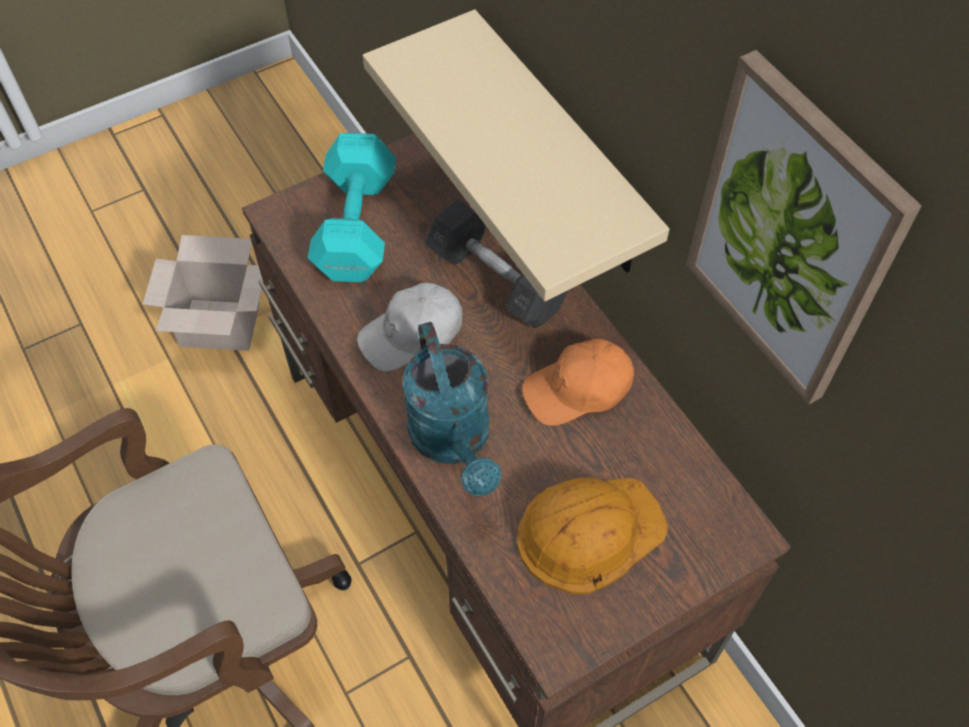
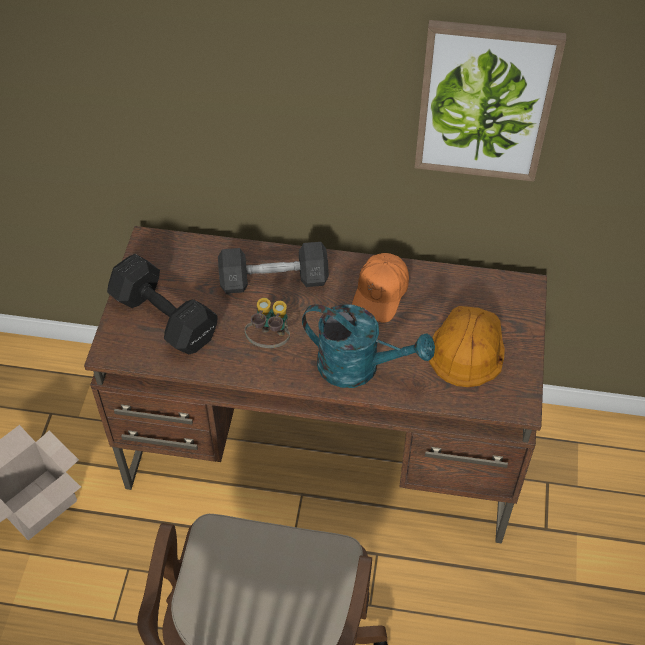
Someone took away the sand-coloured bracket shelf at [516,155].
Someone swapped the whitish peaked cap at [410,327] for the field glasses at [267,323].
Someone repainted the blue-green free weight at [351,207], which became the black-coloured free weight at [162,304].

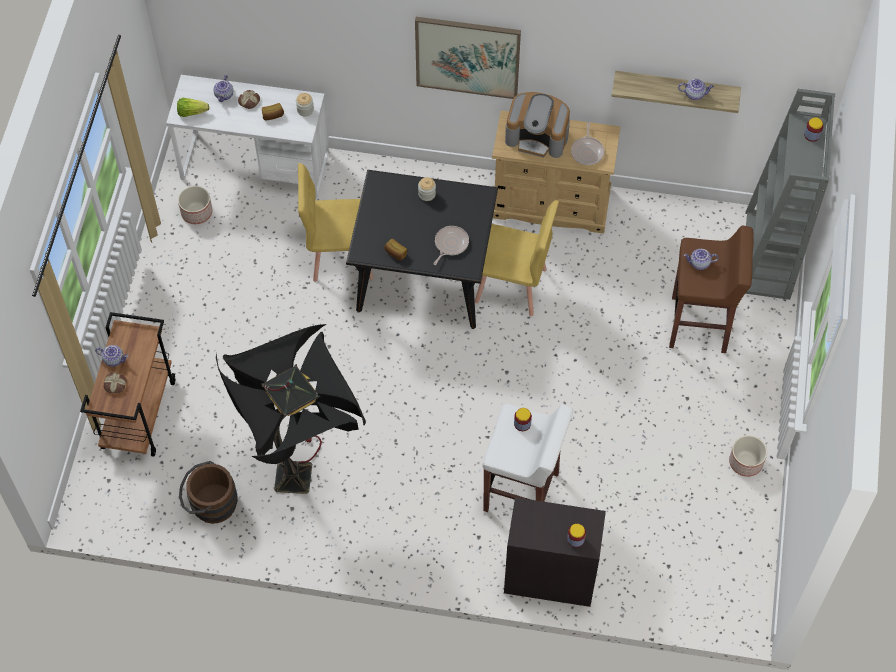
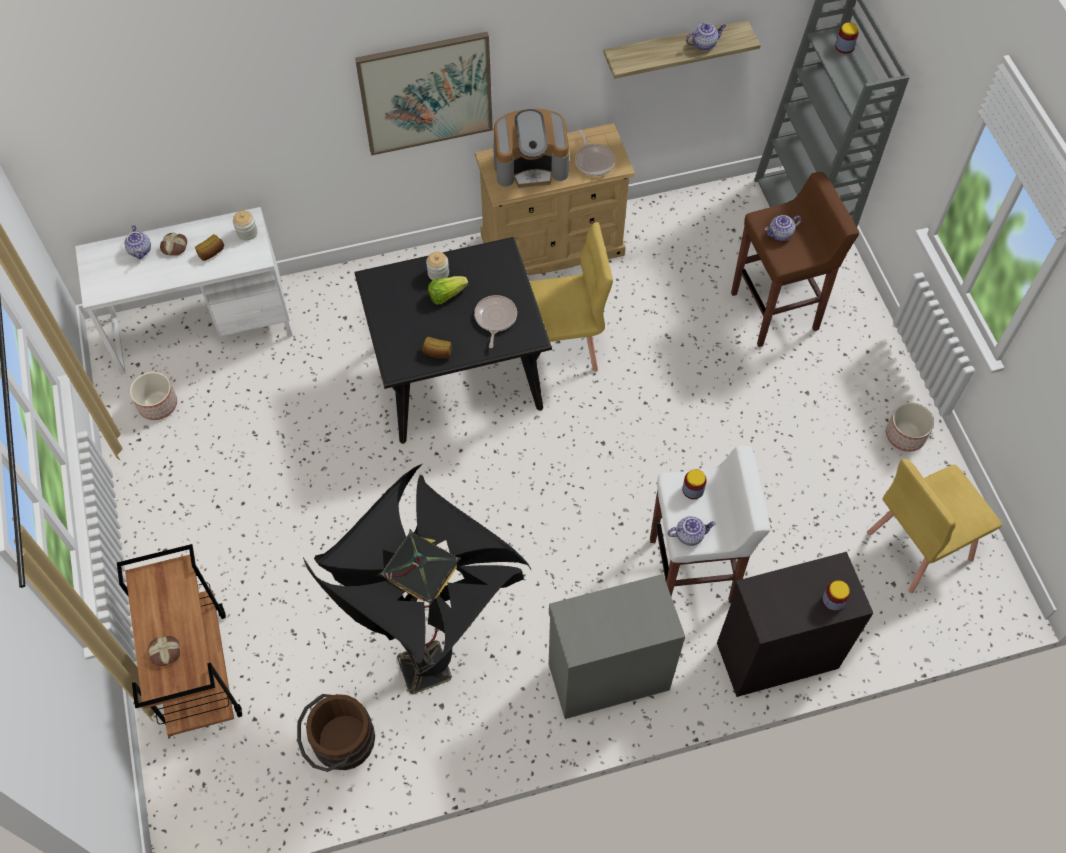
Someone put down the grey cupboard at [617,646].
Someone carried the teapot from [112,356] to [691,531].
Someone carried the head of lettuce from [193,107] to [448,290].
Someone carried the yellowish chair from [335,222] to [934,526].

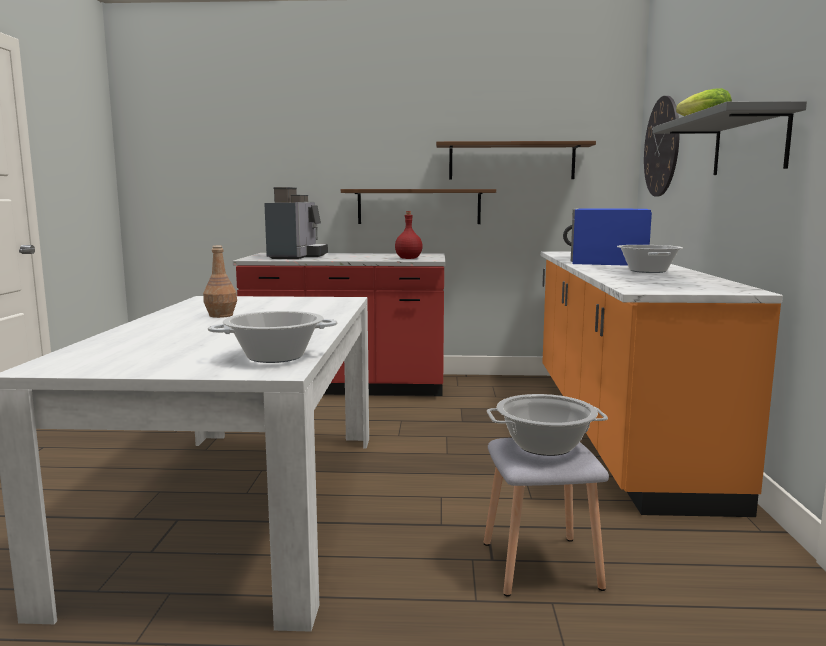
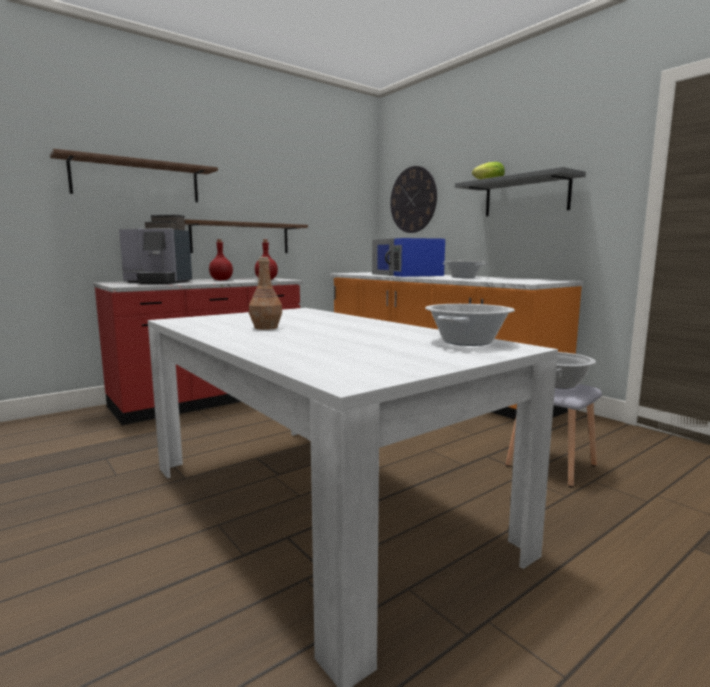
Someone put down the red beverage bottle at [221,259].
Someone carried the brown-coloured bracket shelf from [516,160] to [134,175].
Someone rotated the coffee brewer at [296,223] by 135 degrees clockwise.

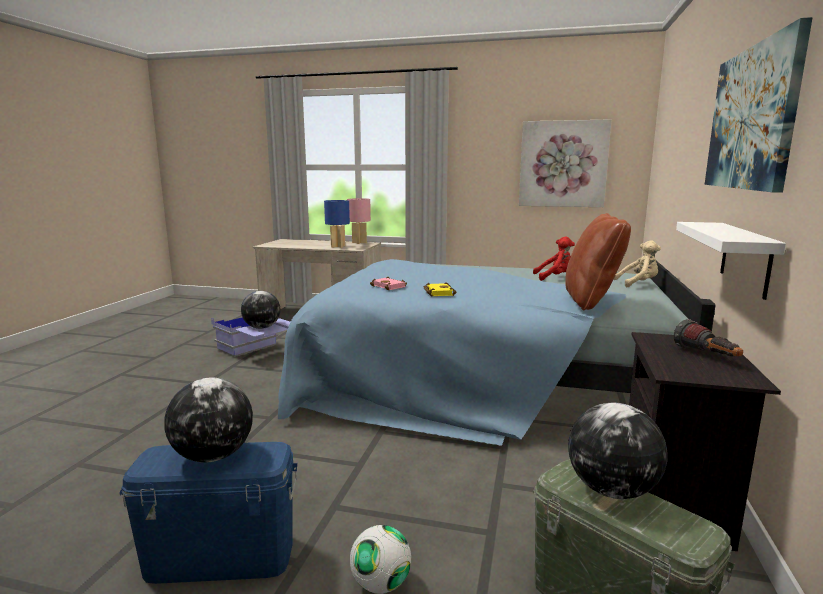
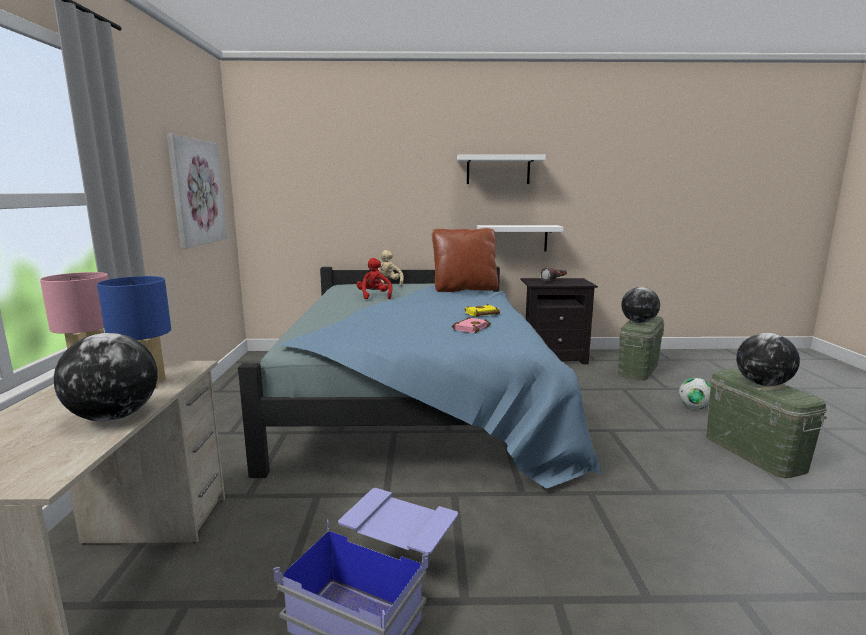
Someone carried the world globe from [261,310] to [106,377].
Someone swapped the picture at [759,104] for the whitish bracket shelf at [501,169].
Someone repainted the blue storage container at [208,513], which became the greenish storage container at [766,423].

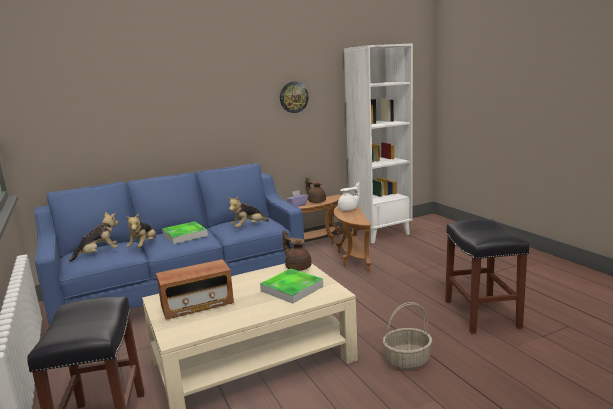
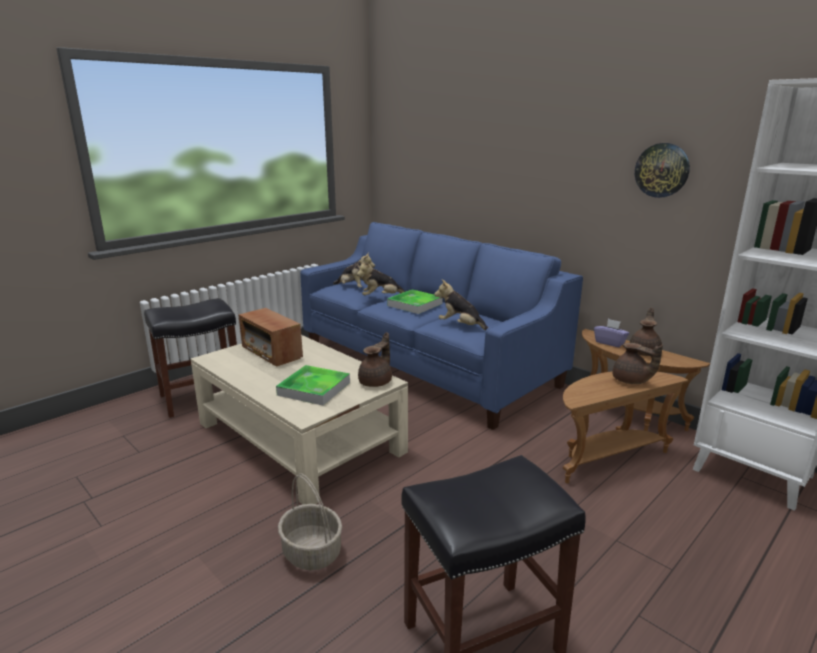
Someone repainted the whitish teapot at [349,196], which became the brown-coloured teapot at [638,363].

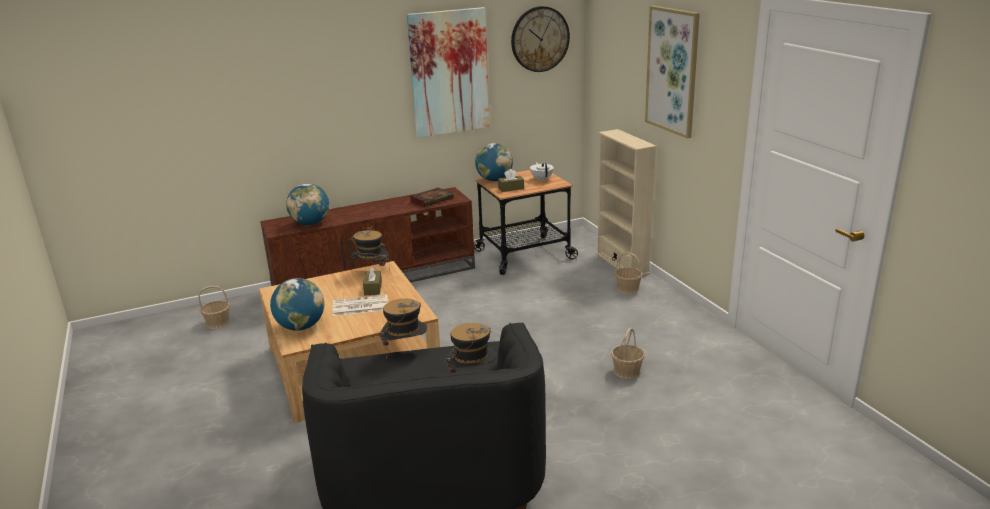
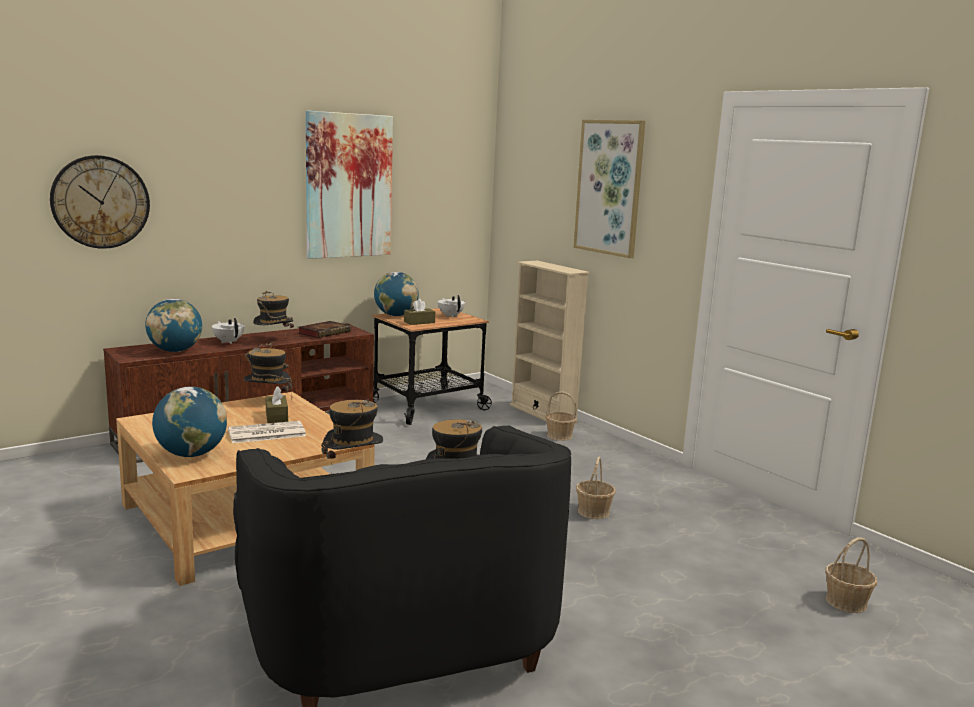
Someone put down the whitish teapot at [228,331].
Someone put down the clothing hat at [273,314].
Someone carried the household basket from [214,307] to [851,575].
Someone carried the hanging clock from [540,39] to [100,202].

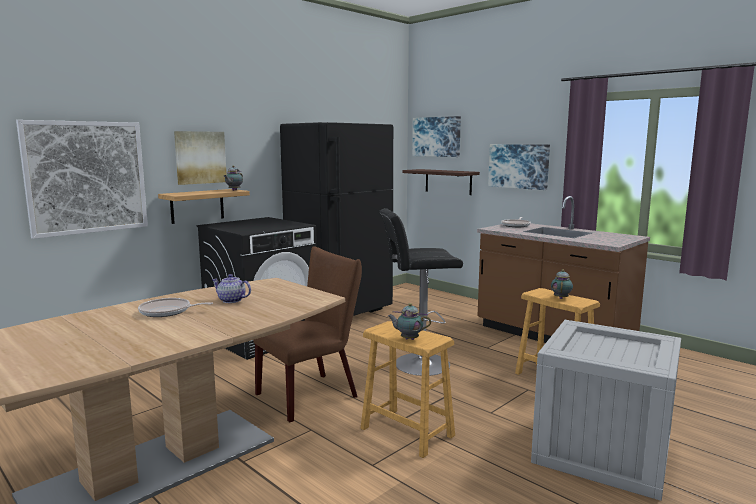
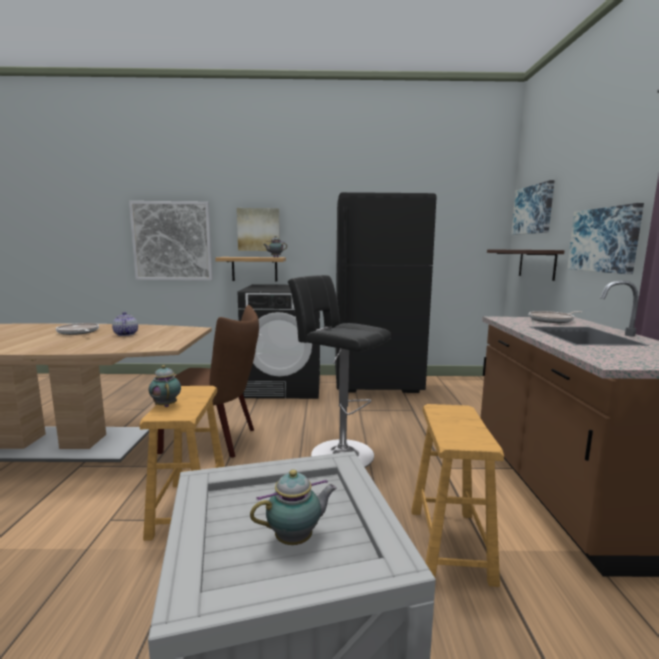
Someone carried the teapot from [562,284] to [293,507].

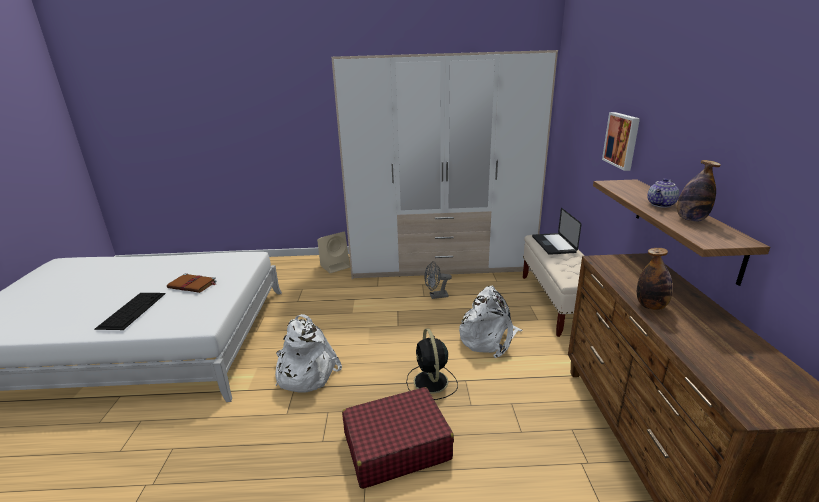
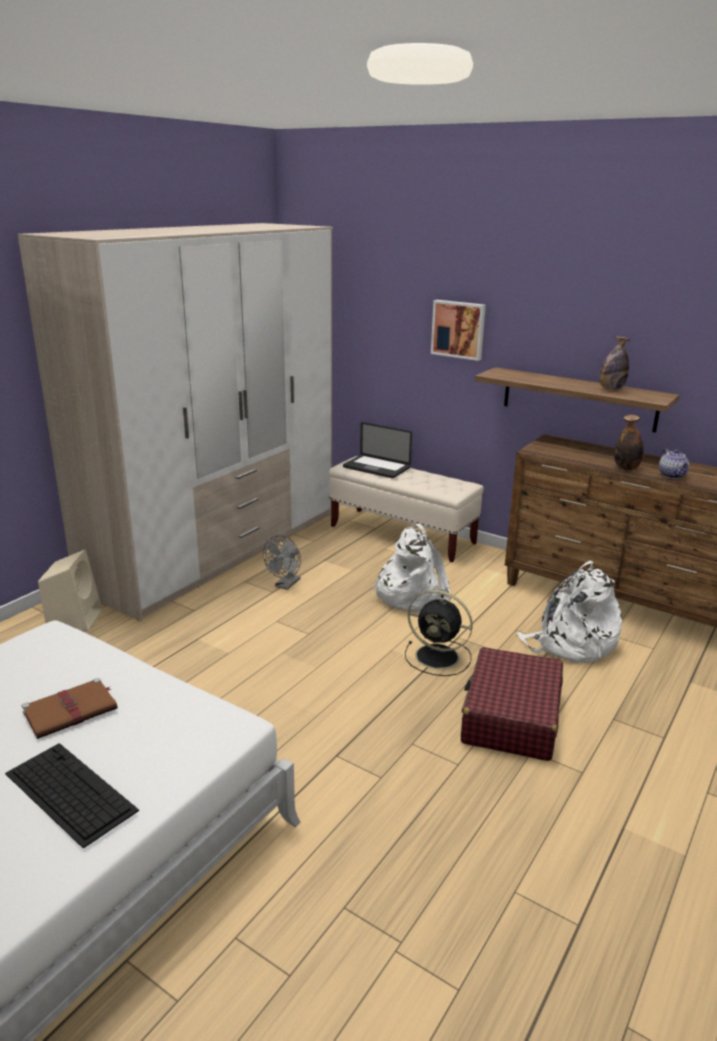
Someone carried the whitish knapsack from [308,353] to [569,611].
Someone carried the teapot from [663,193] to [674,464].

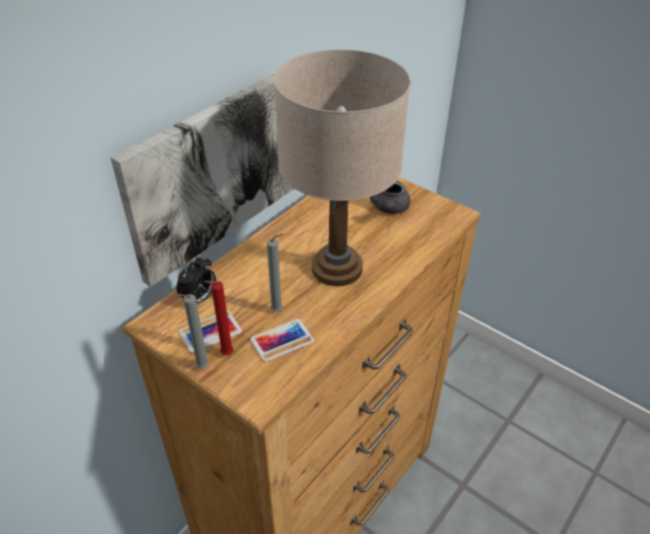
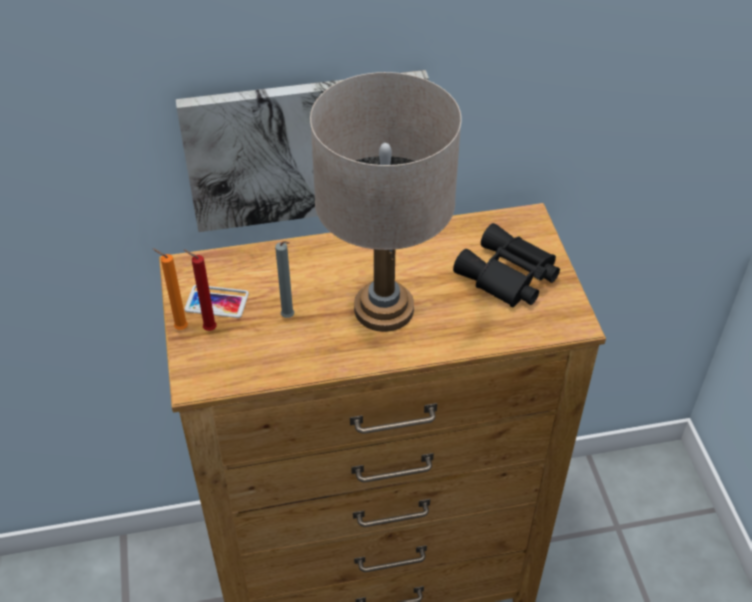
Someone took away the table clock at [196,279].
Someone took away the handset at [282,340].
Someone swapped the grey teapot at [390,197] for the black-coloured field glasses at [506,265].
Someone repainted the grey wax light at [192,331], which became the orange-coloured wax light at [170,289].

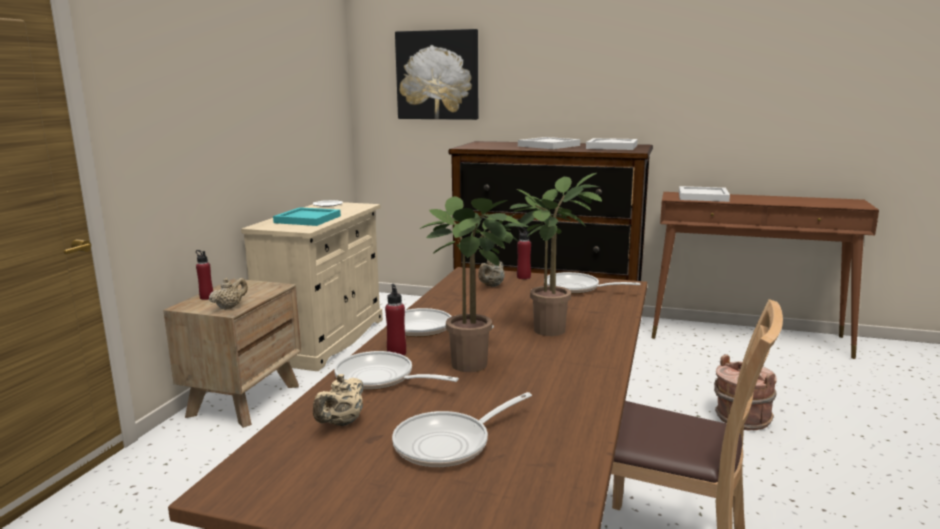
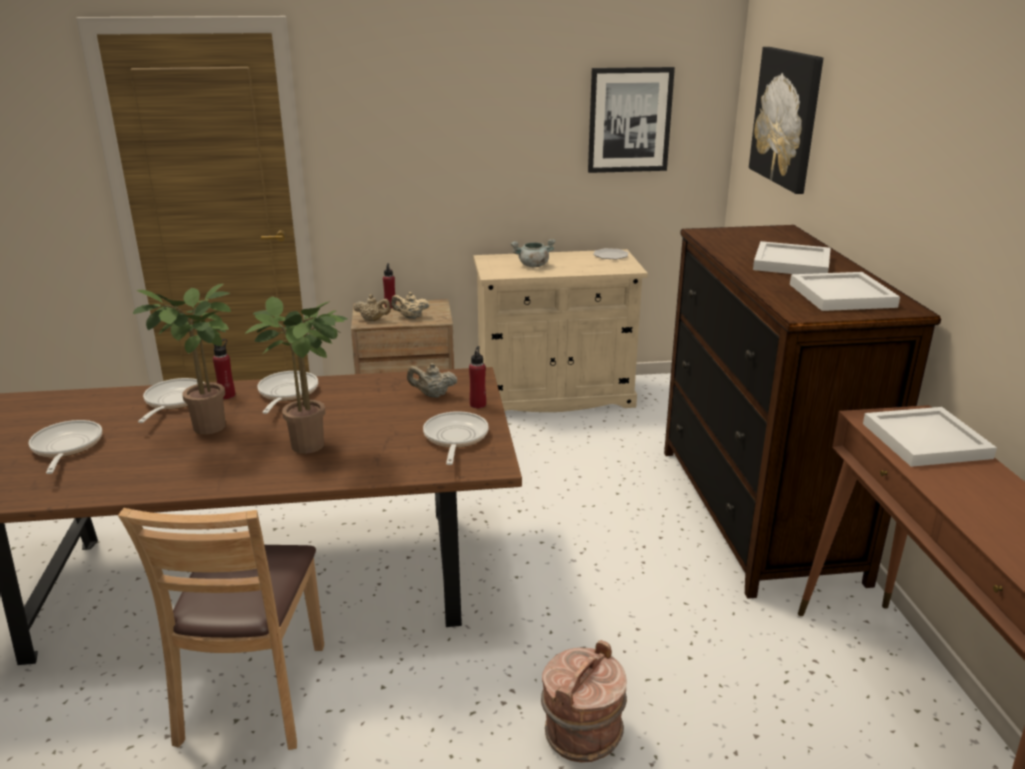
Someone put up the picture at [631,120].
Someone carried the sand-coloured teapot from [338,400] to [410,305].
Someone swapped the blue-green serving tray at [307,216] for the grey stockpot at [533,253].
Someone rotated the pan at [462,430] by 45 degrees clockwise.

